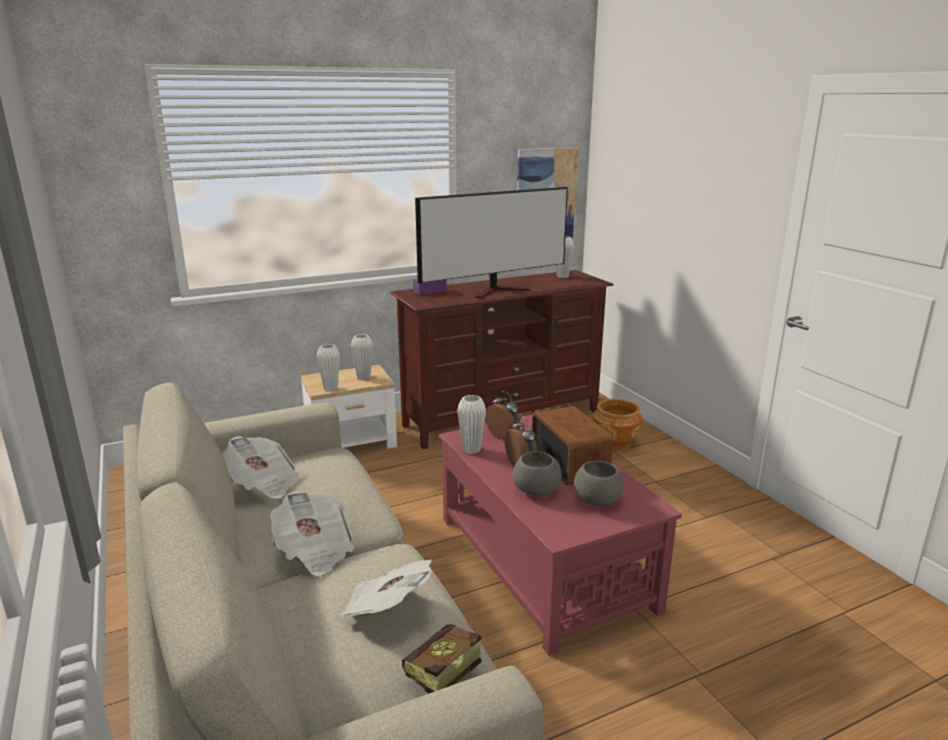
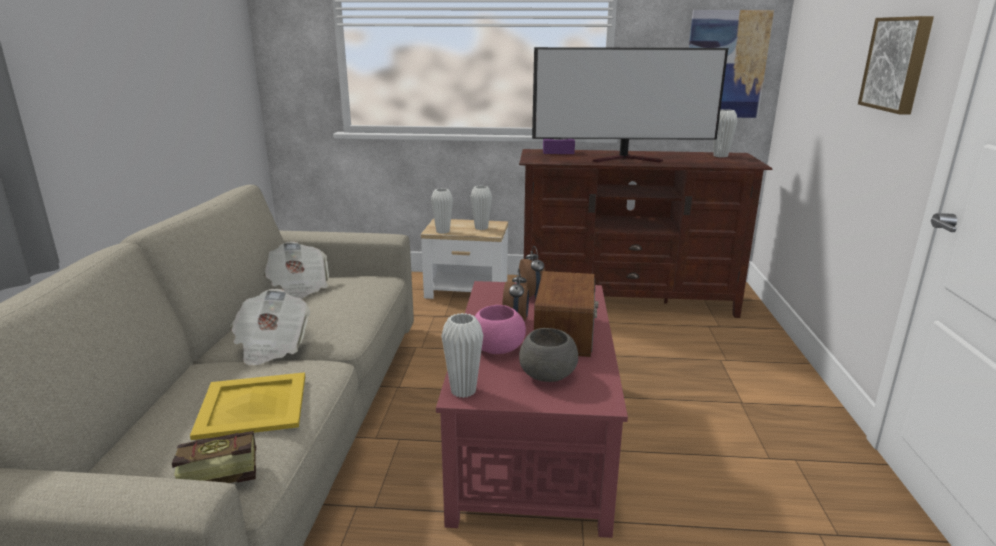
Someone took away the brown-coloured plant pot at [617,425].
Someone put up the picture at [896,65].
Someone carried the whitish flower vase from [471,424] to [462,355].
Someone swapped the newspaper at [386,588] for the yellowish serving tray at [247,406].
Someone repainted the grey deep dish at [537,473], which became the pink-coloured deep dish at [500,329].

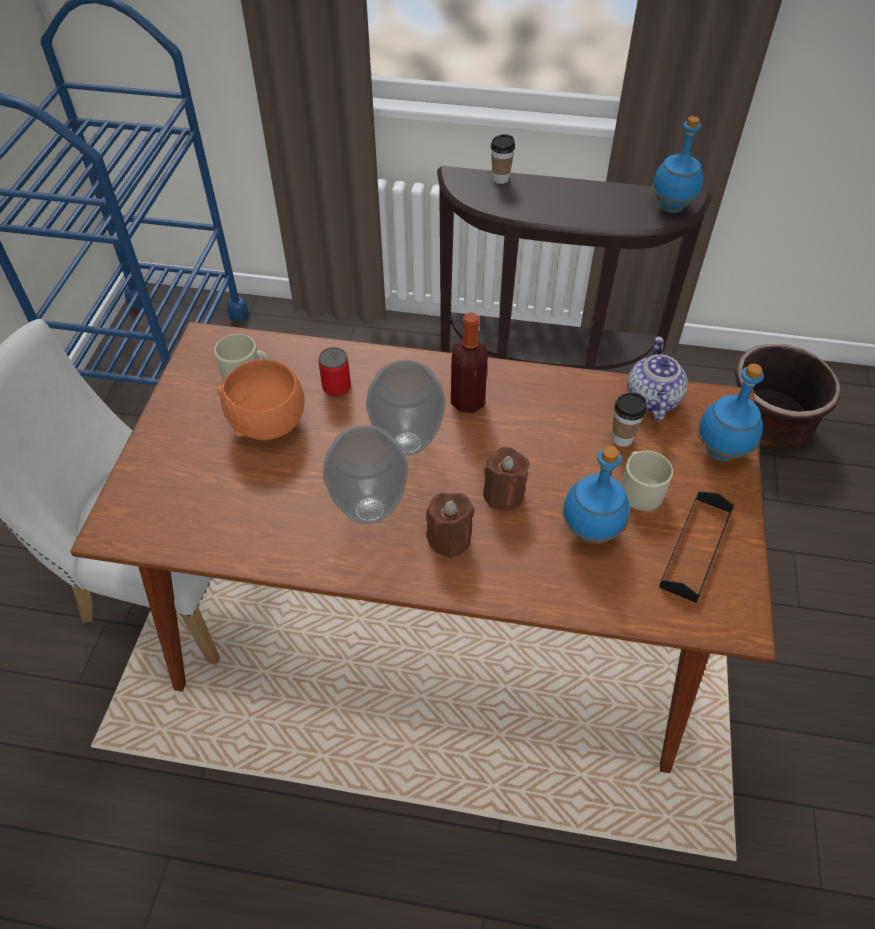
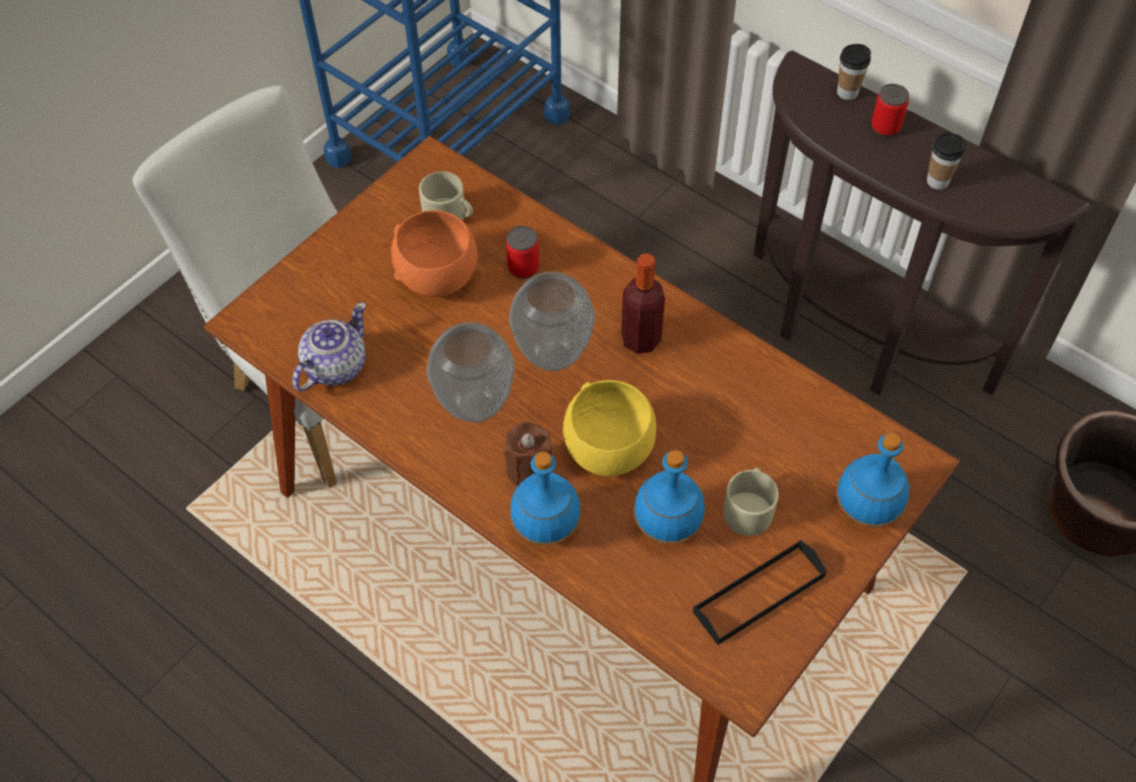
Someone put down the can at [890,110].
Someone carried the small cup from [629,420] to [946,161].
Someone carried the teapot from [657,379] to [329,346].
Someone carried the blue beverage bottle from [677,164] to [545,499].
Someone swapped the brown-coloured wax light at [506,479] for the yellowish deep dish at [609,428].

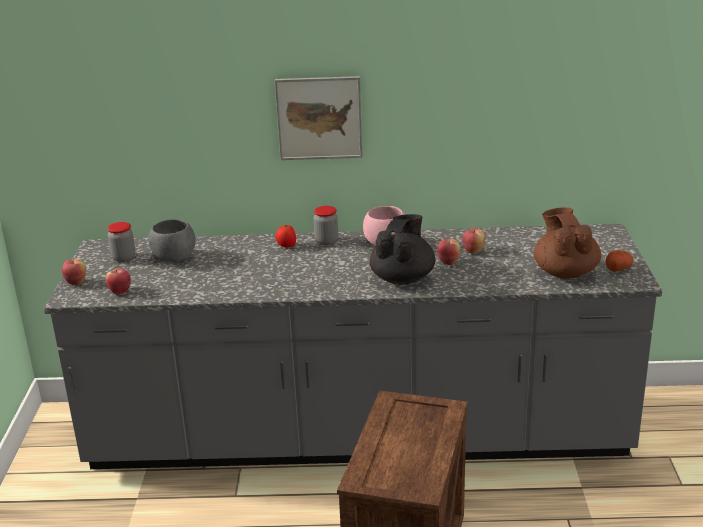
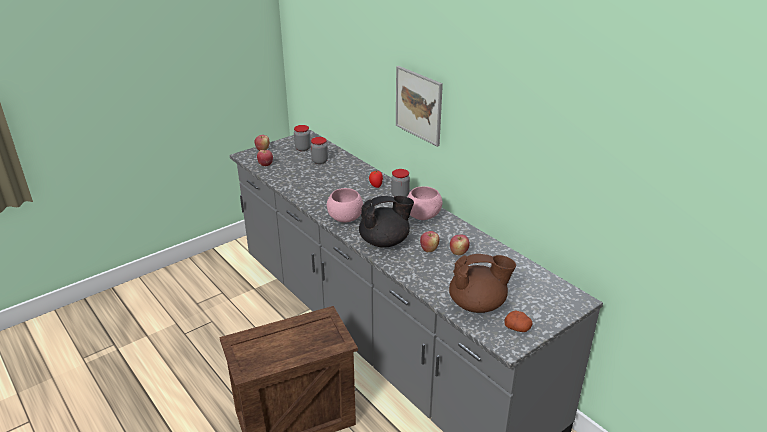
Someone put down the pink-coloured deep dish at [345,205].
Someone swapped the grey deep dish at [172,240] for the jar at [319,150].
Someone rotated the brown-coloured teapot at [567,243] by 45 degrees clockwise.

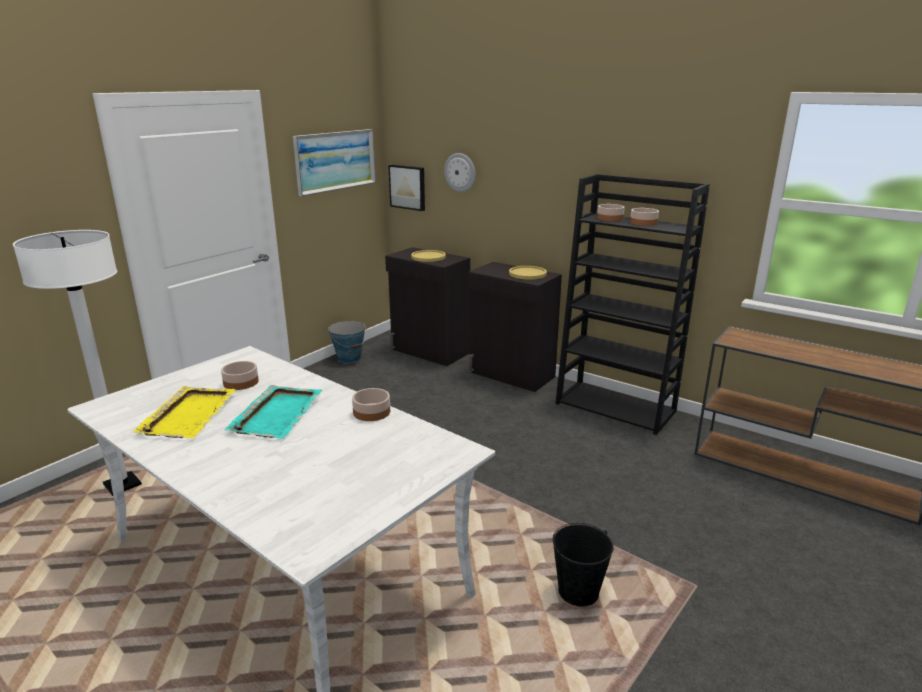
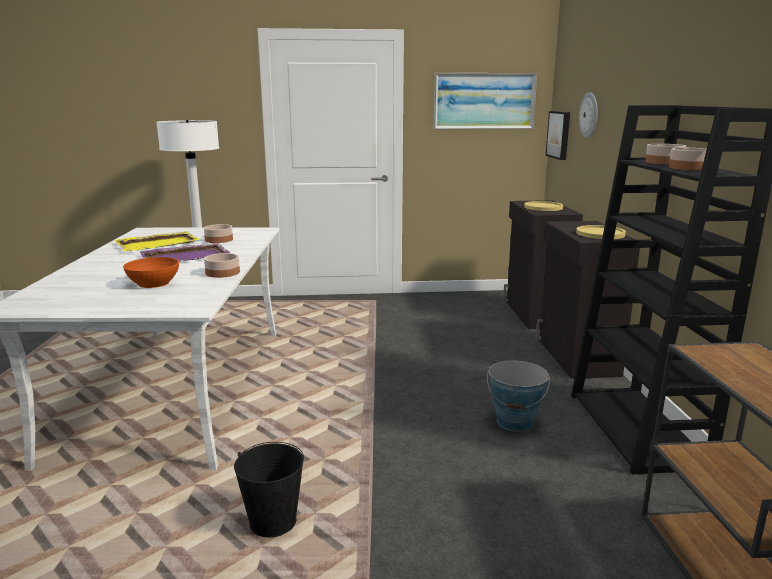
Someone put down the orange-coloured deep dish at [151,272].
Someone carried the bucket from [347,342] to [518,396].
Someone repainted the blue-green serving tray at [273,412], which became the purple serving tray at [185,252].

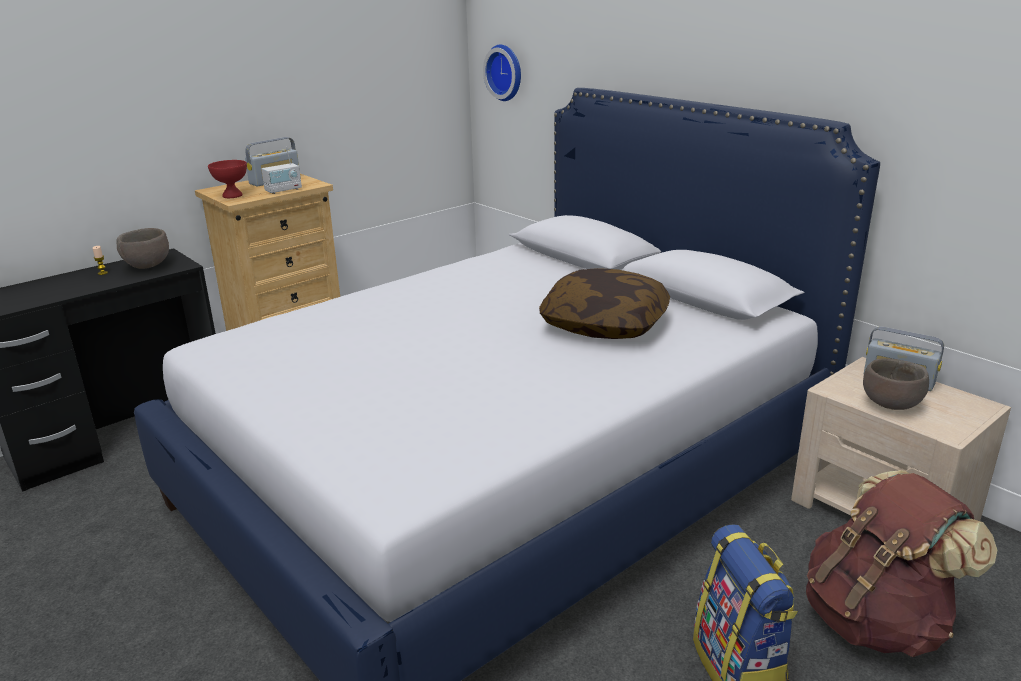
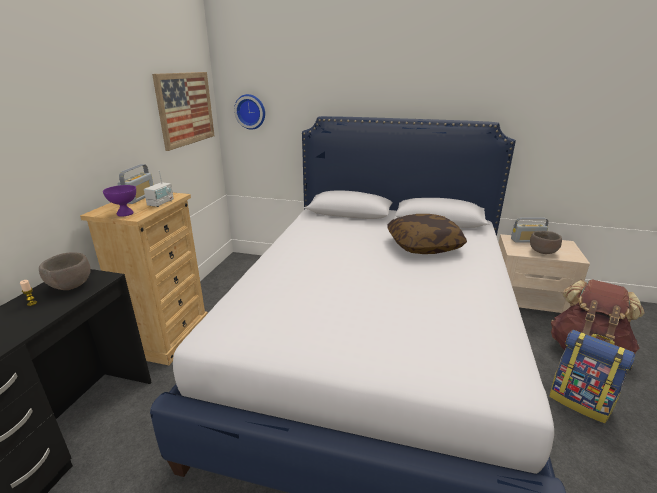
Someone put up the picture at [183,111].
Someone repainted the red deep dish at [227,179], which became the purple deep dish at [119,201].

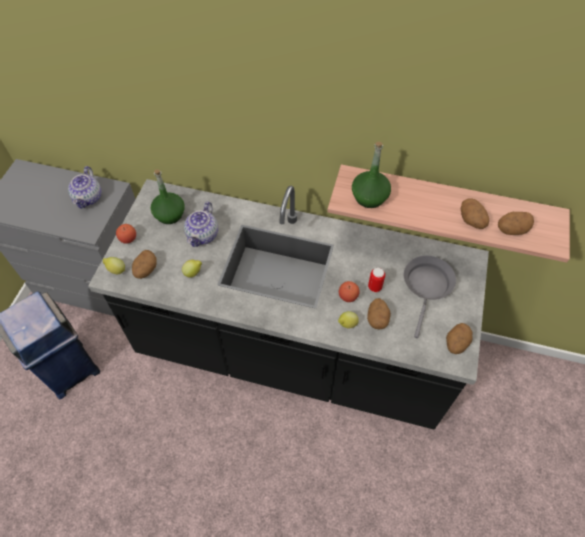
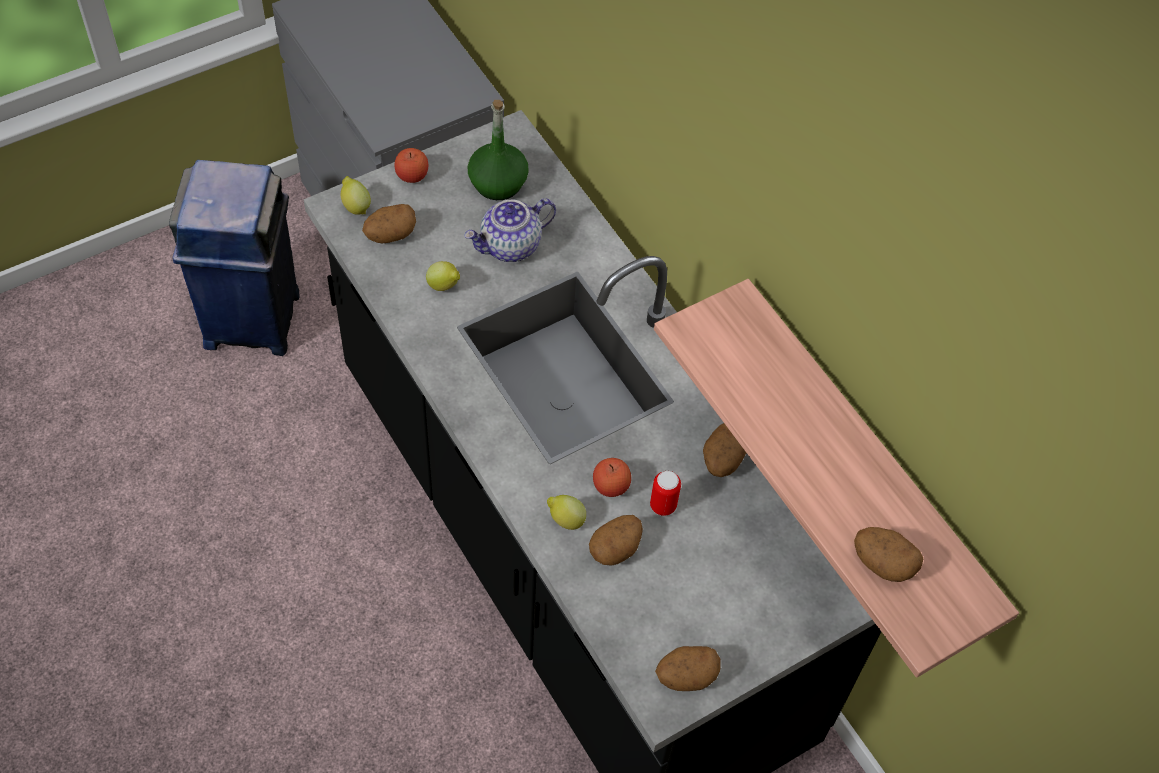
Someone took away the teapot at [85,187].
Someone took away the greenish beverage bottle at [371,175].
Someone took away the grey pan at [430,297].
Someone carried the potato from [475,213] to [724,450].

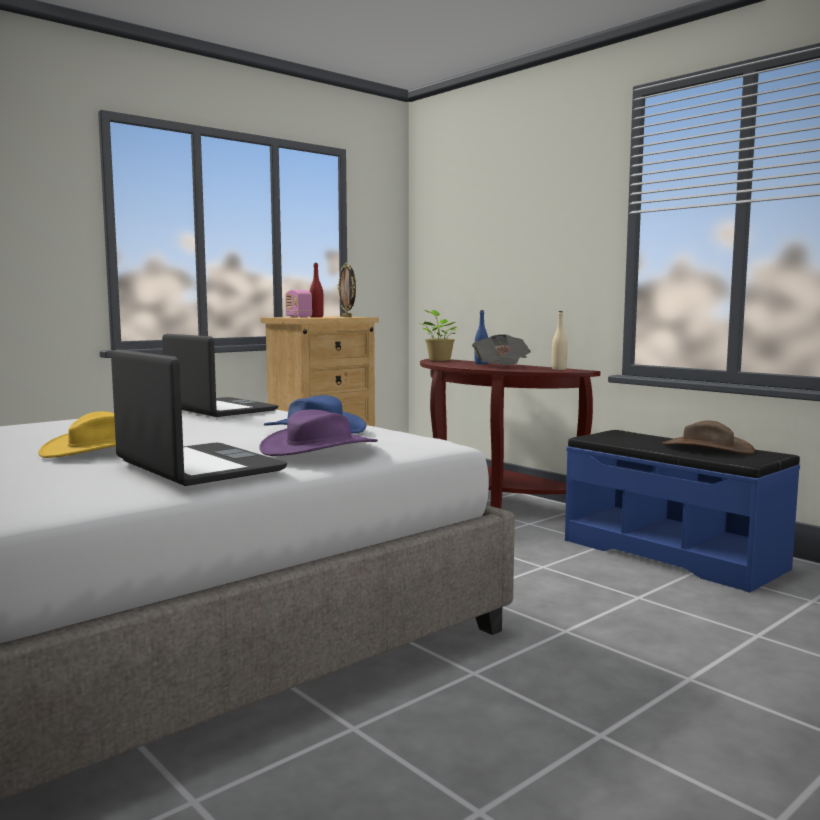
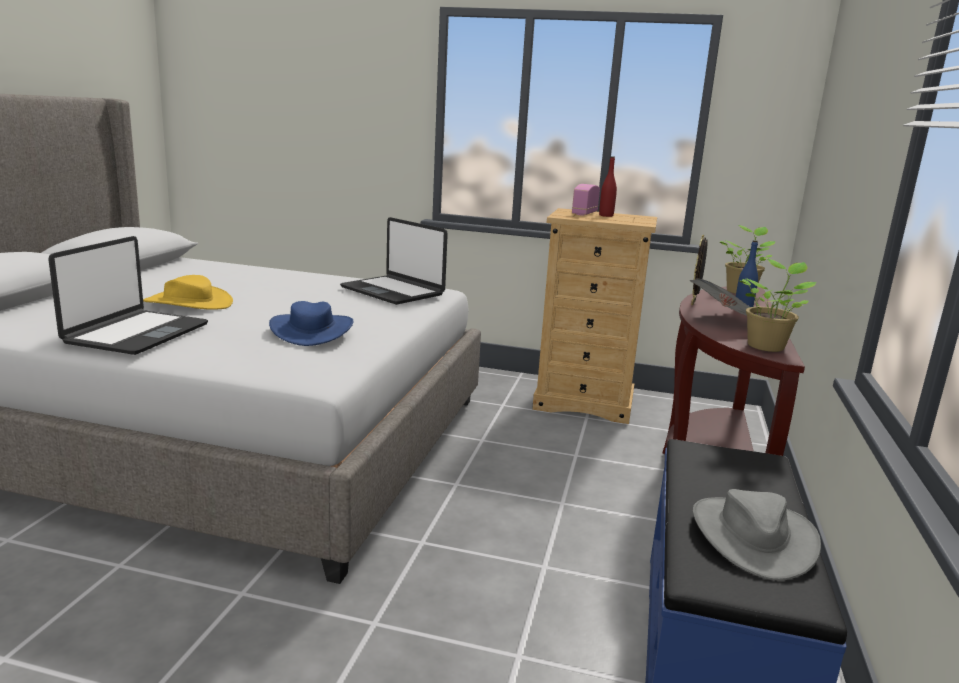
Someone took away the purple clothing hat at [318,432].
Someone carried the picture frame from [347,290] to [699,270].
Someone swapped the sand-coloured beverage bottle at [560,340] for the houseplant at [777,305].
Someone repainted the brown-coloured clothing hat at [709,437], which became the grey clothing hat at [757,534].
Someone rotated the notebook computer at [220,375] by 120 degrees clockwise.

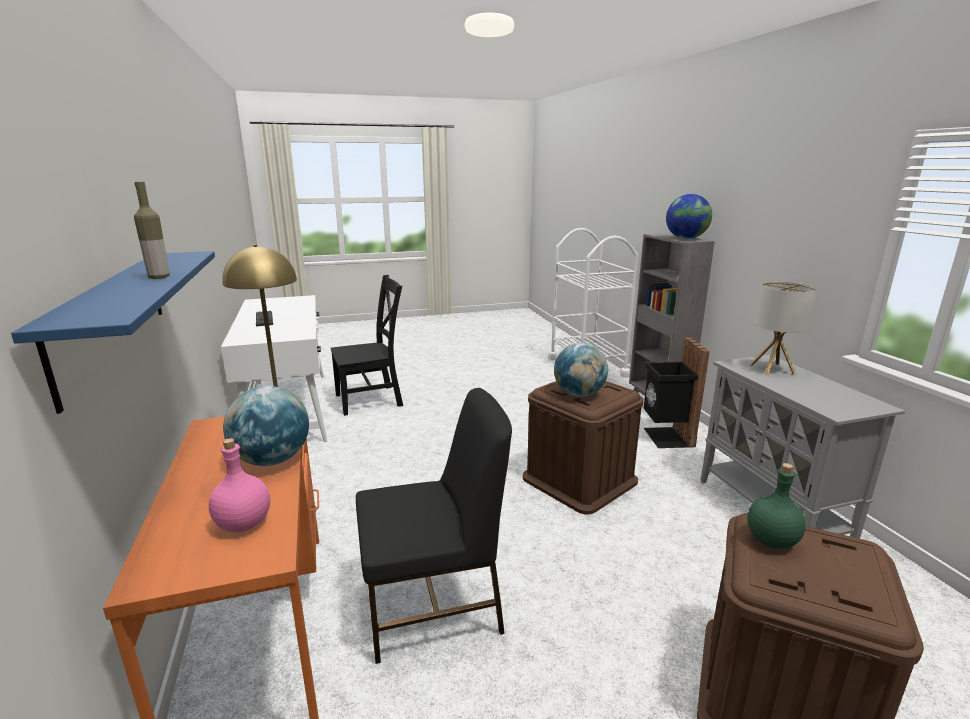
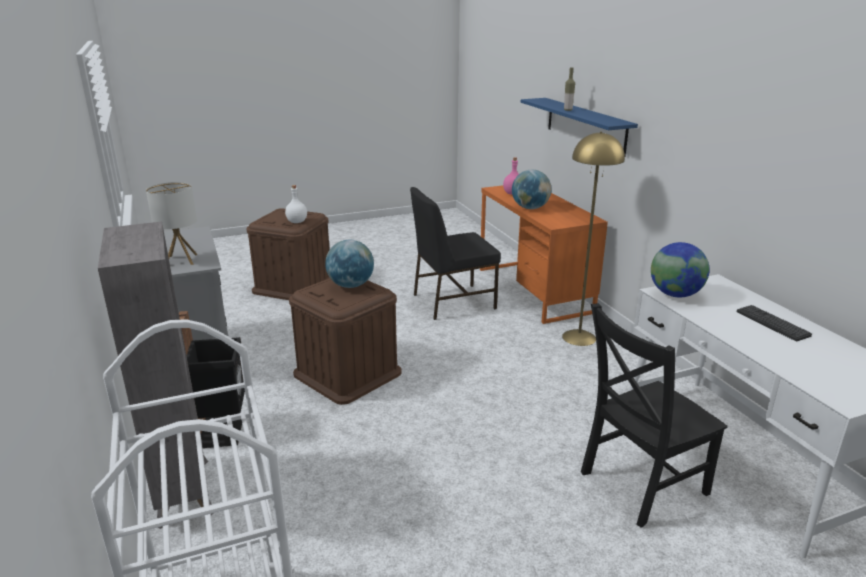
Someone carried the world globe from [689,216] to [680,269].
Someone repainted the greenish beverage bottle at [776,506], which became the whitish beverage bottle at [296,204].

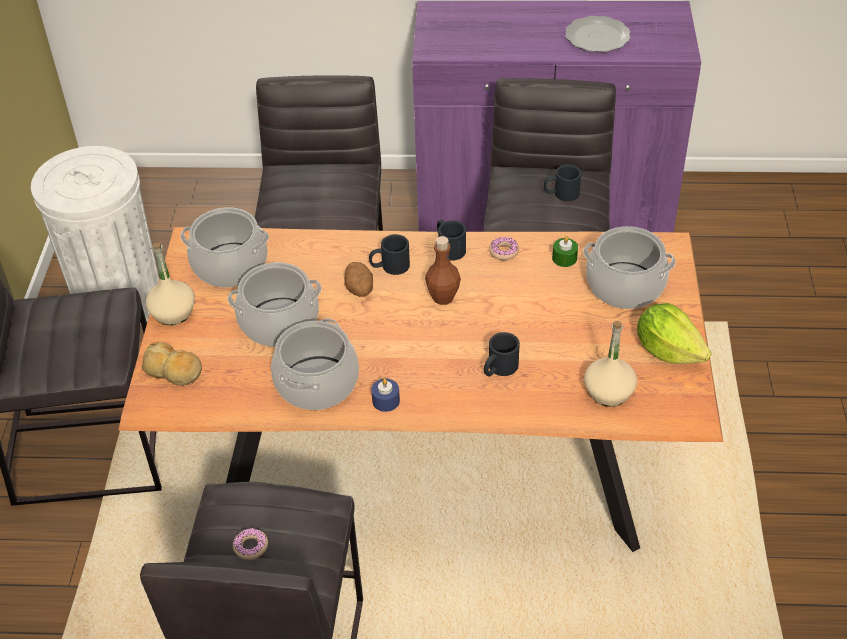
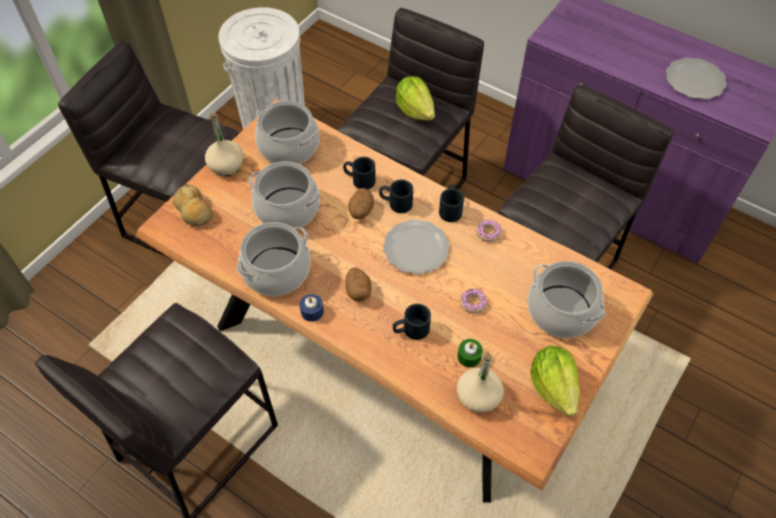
Someone put down the potato at [358,284].
Someone put down the head of lettuce at [415,98].
Someone carried the ring doughnut from [250,544] to [474,301].
Someone carried the black-coloured tea mug from [562,183] to [359,173].
Someone carried the greenish wax light from [565,251] to [470,353].
Someone swapped the brown-coloured beverage bottle at [443,270] for the dinner plate at [416,246].

